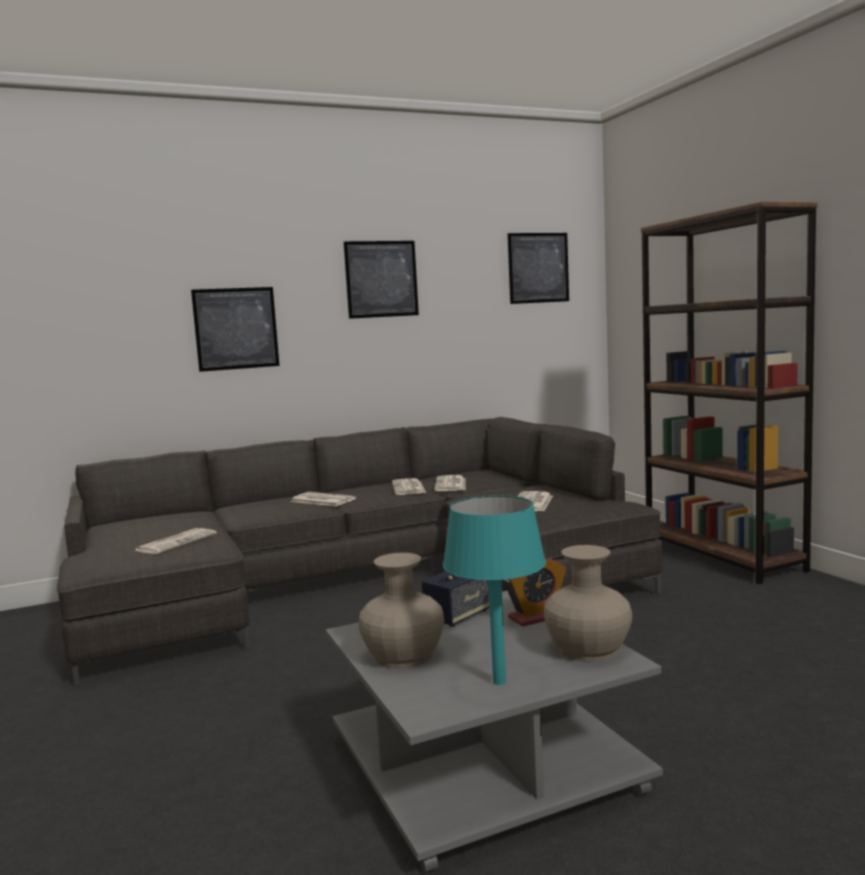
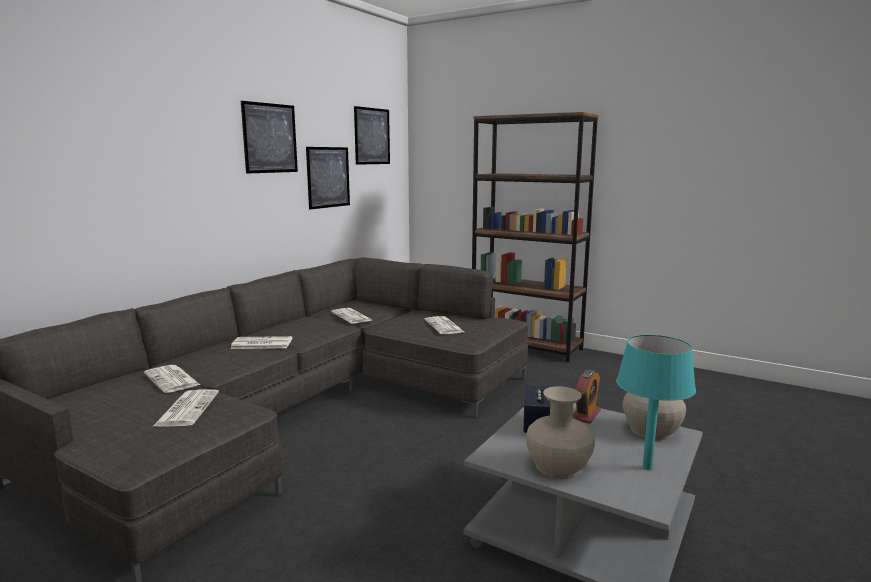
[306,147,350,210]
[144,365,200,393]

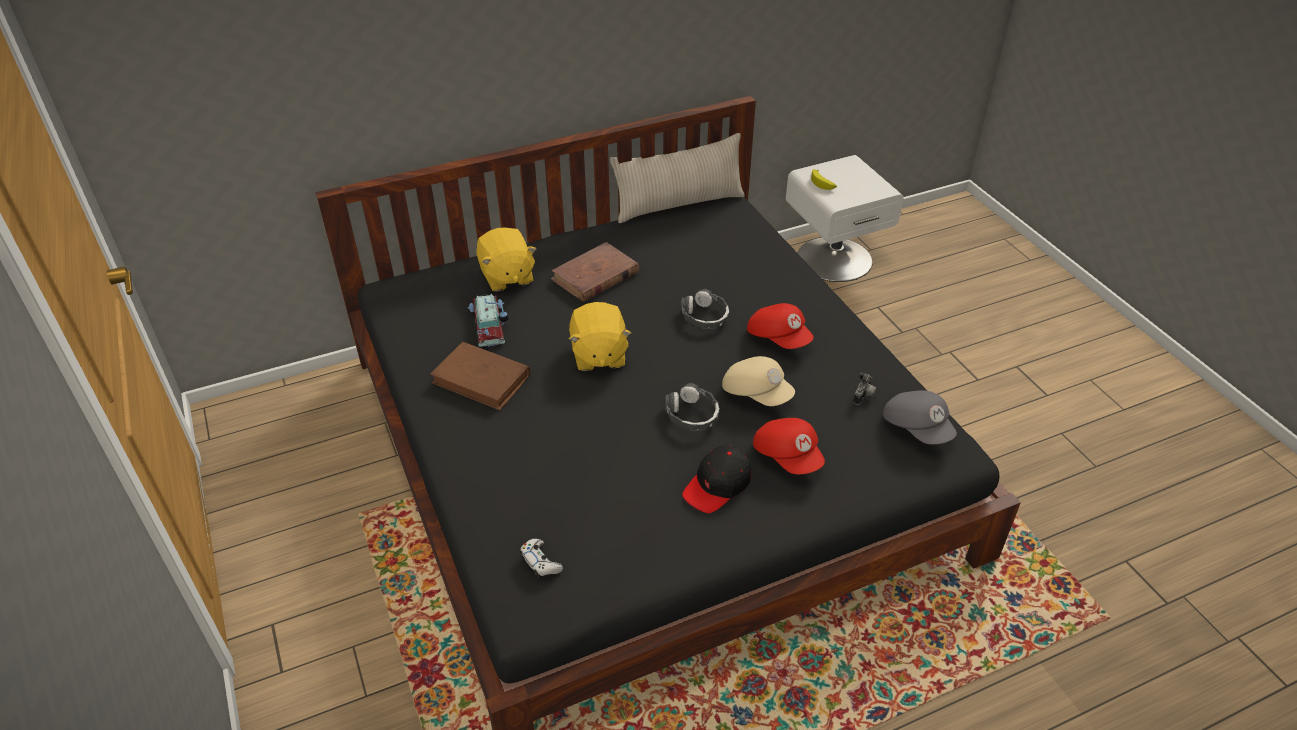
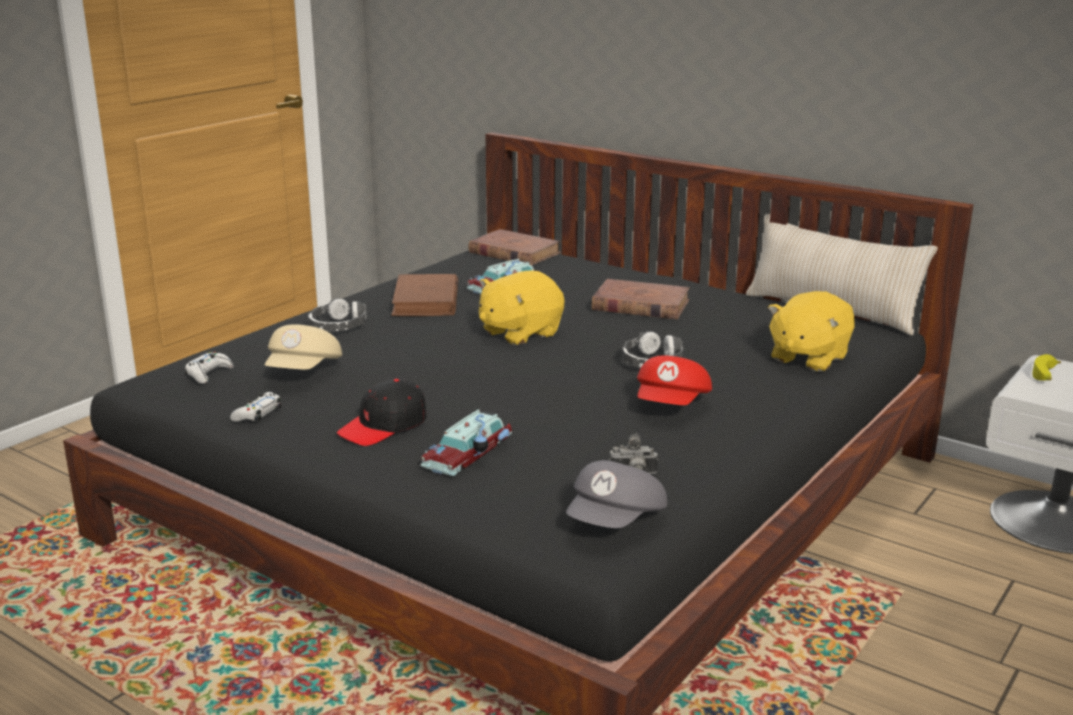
[230,392,281,422]
[468,229,561,266]
[768,291,854,372]
[308,298,367,332]
[264,324,342,370]
[421,409,512,476]
[337,378,427,446]

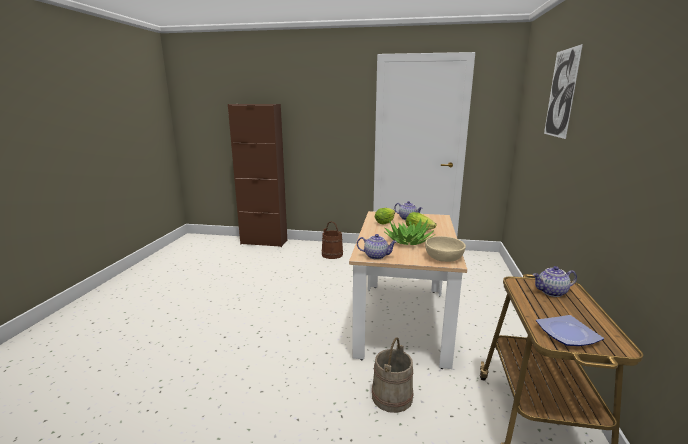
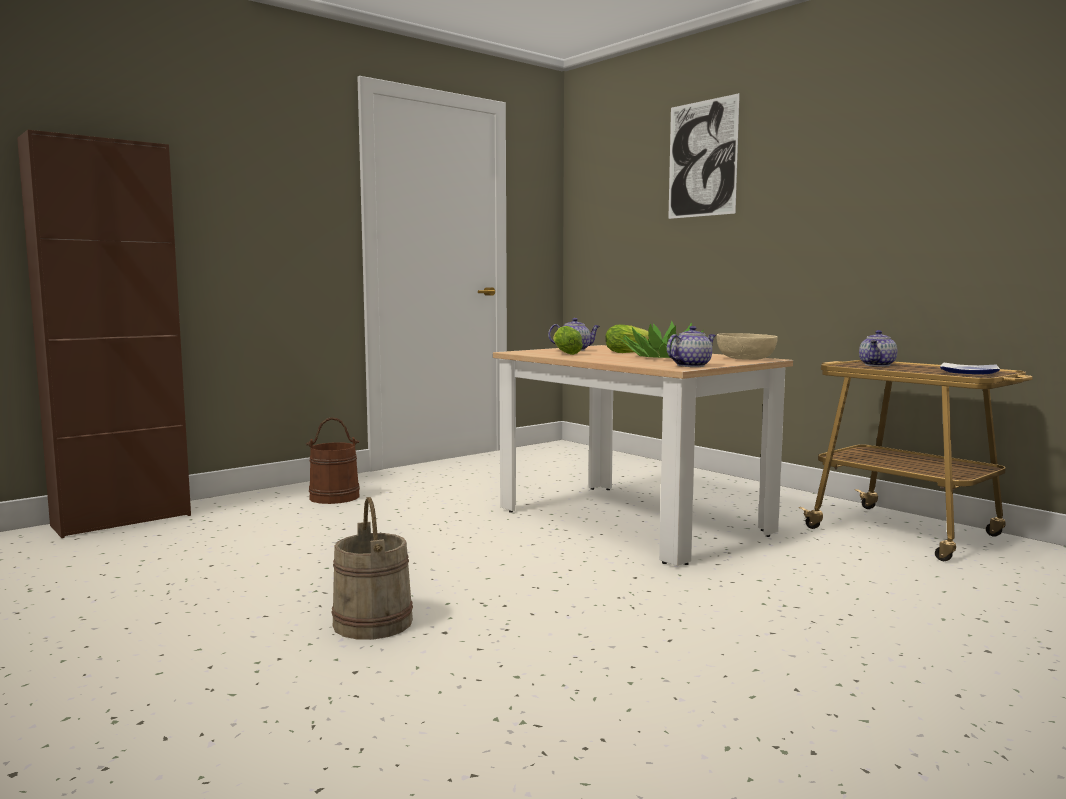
[331,497,413,640]

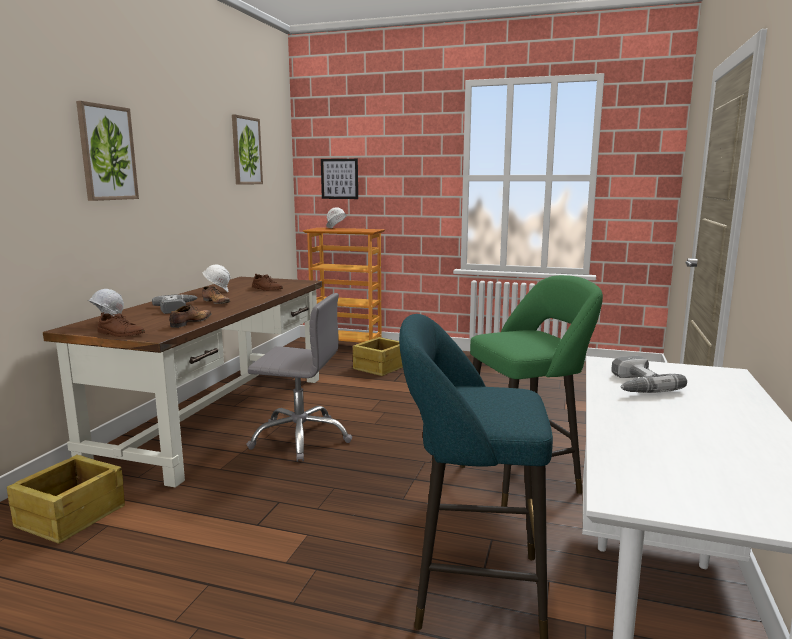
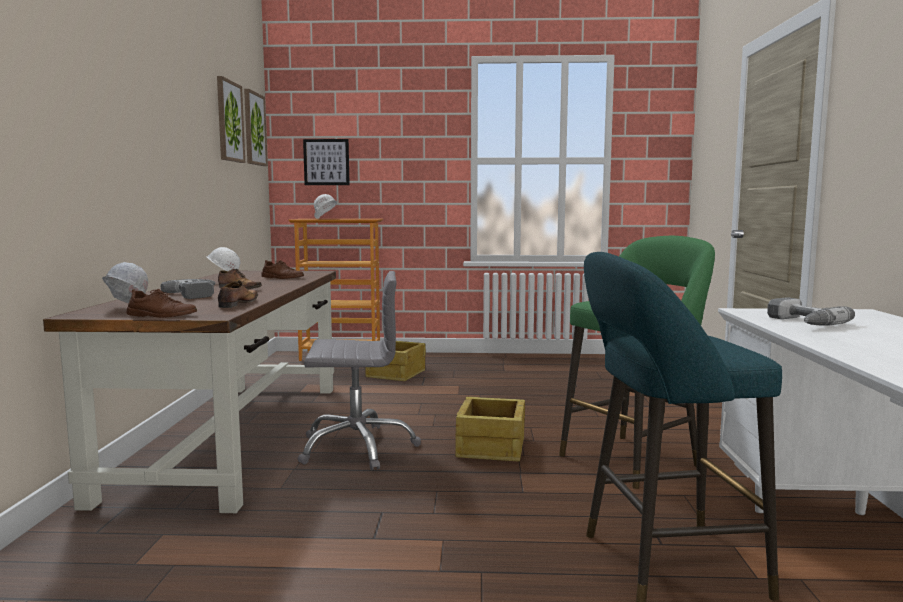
[455,396,525,462]
[244,89,268,166]

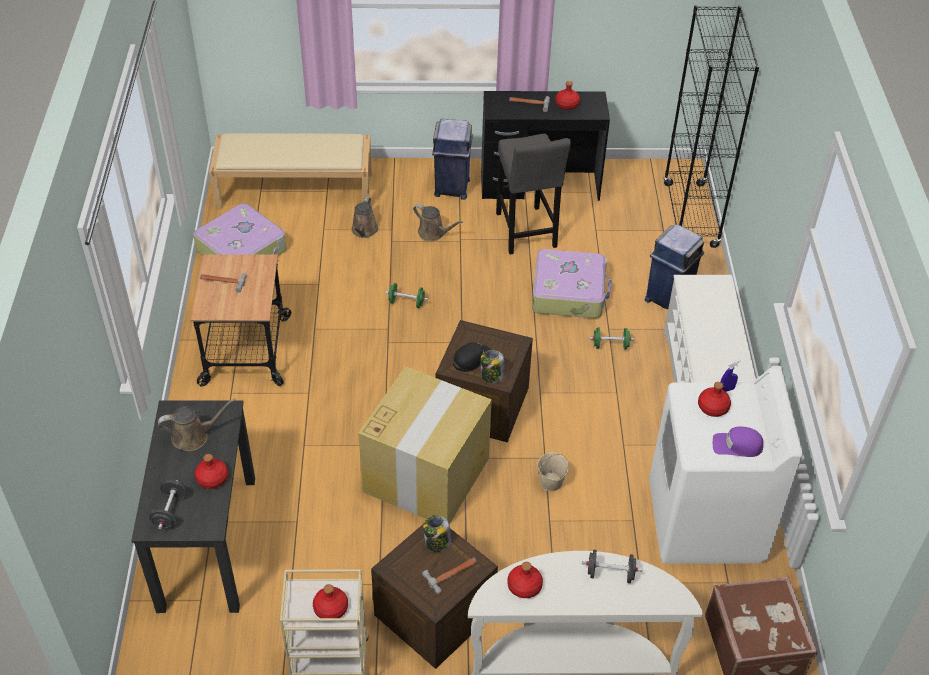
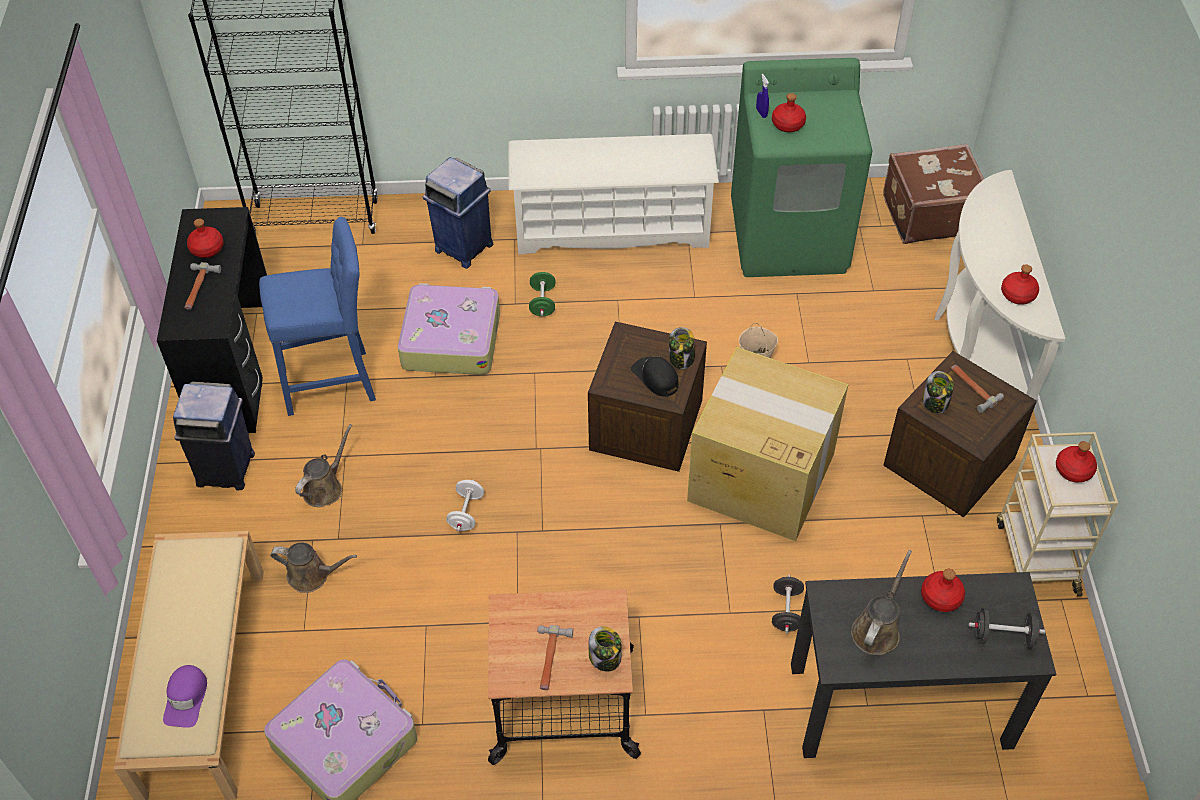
[589,626,622,672]
[772,575,804,633]
[163,665,207,728]
[446,479,484,532]
[259,217,376,416]
[731,58,872,277]
[851,550,912,655]

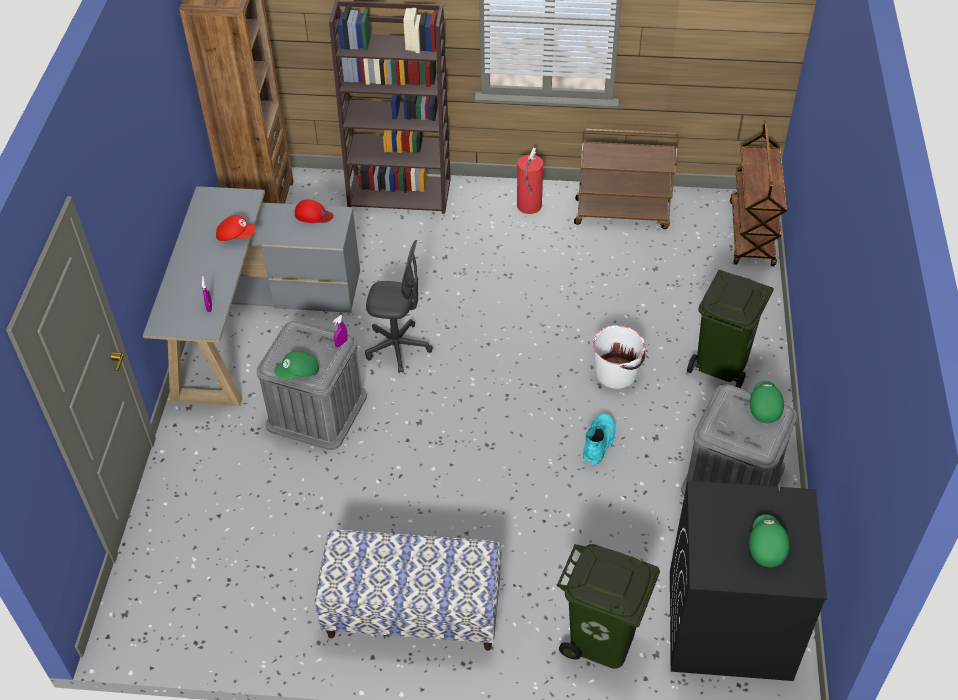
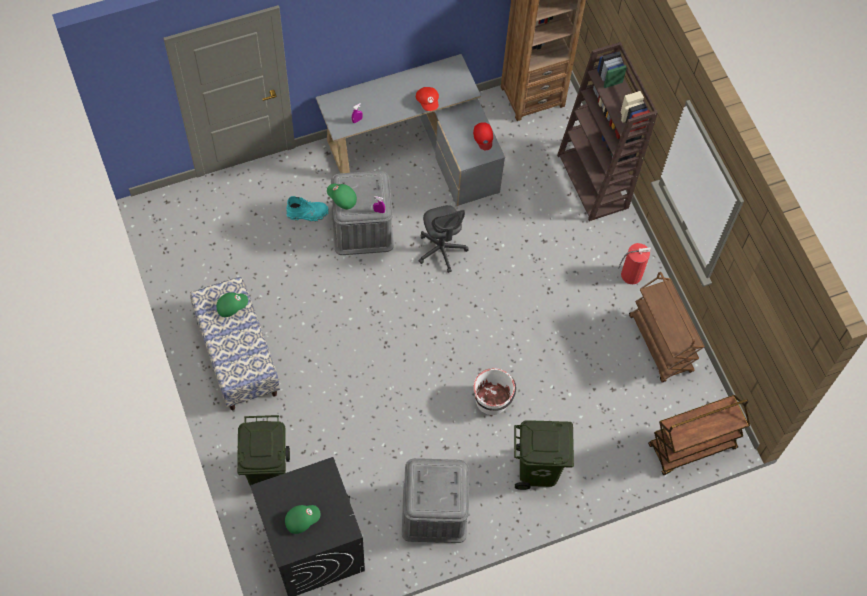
[286,196,329,222]
[216,292,248,317]

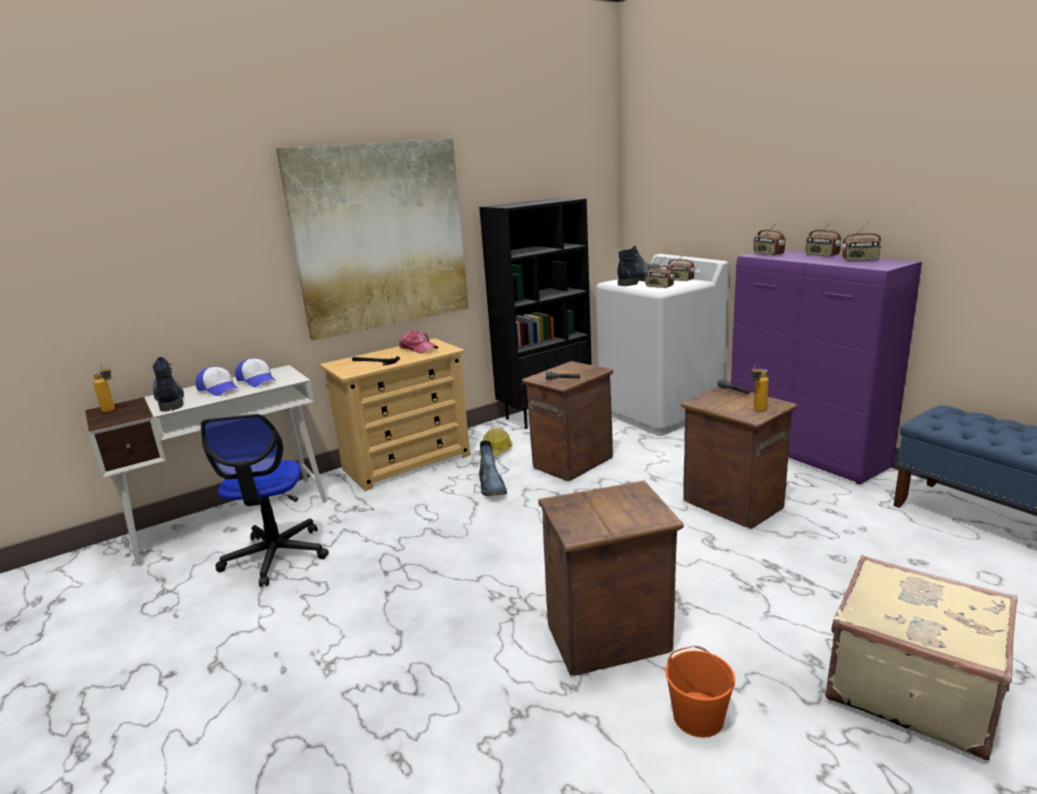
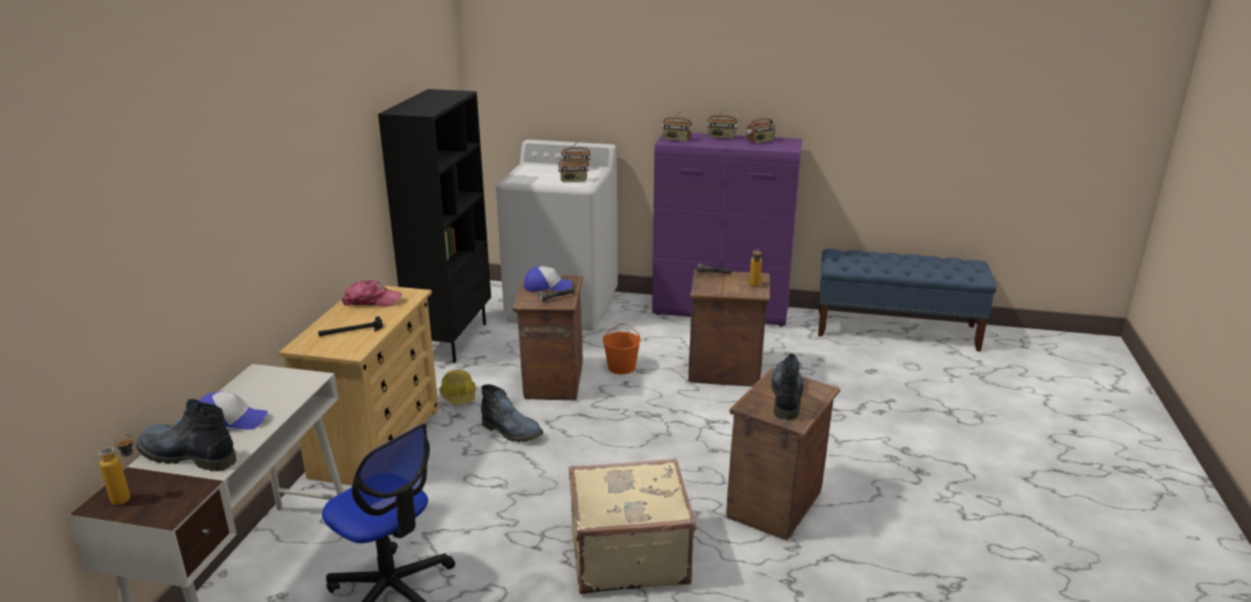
[276,139,469,340] (first image)
[524,266,573,292]
[771,354,803,420]
[603,323,641,374]
[569,458,696,595]

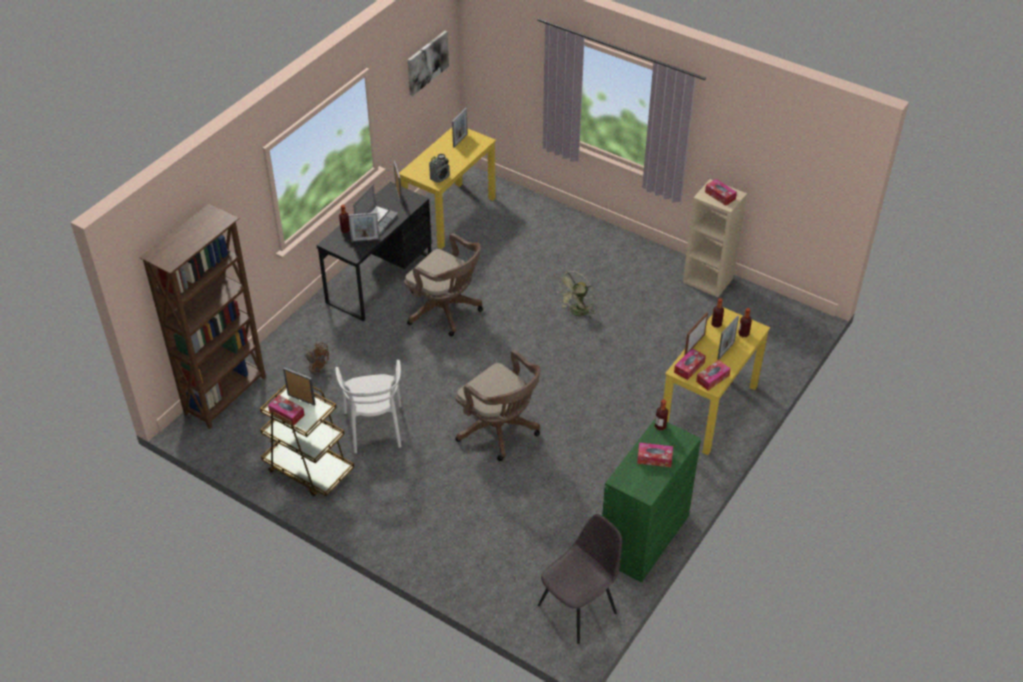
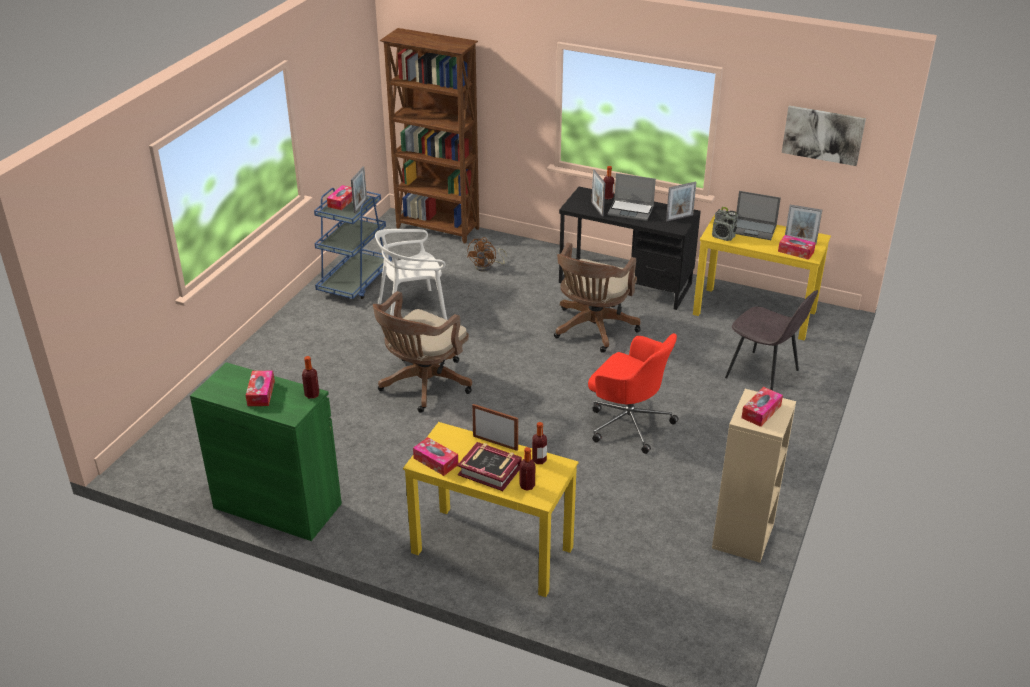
[736,191,781,240]
[725,290,818,391]
[778,235,816,260]
[588,333,678,454]
[457,442,522,491]
[314,188,392,299]

